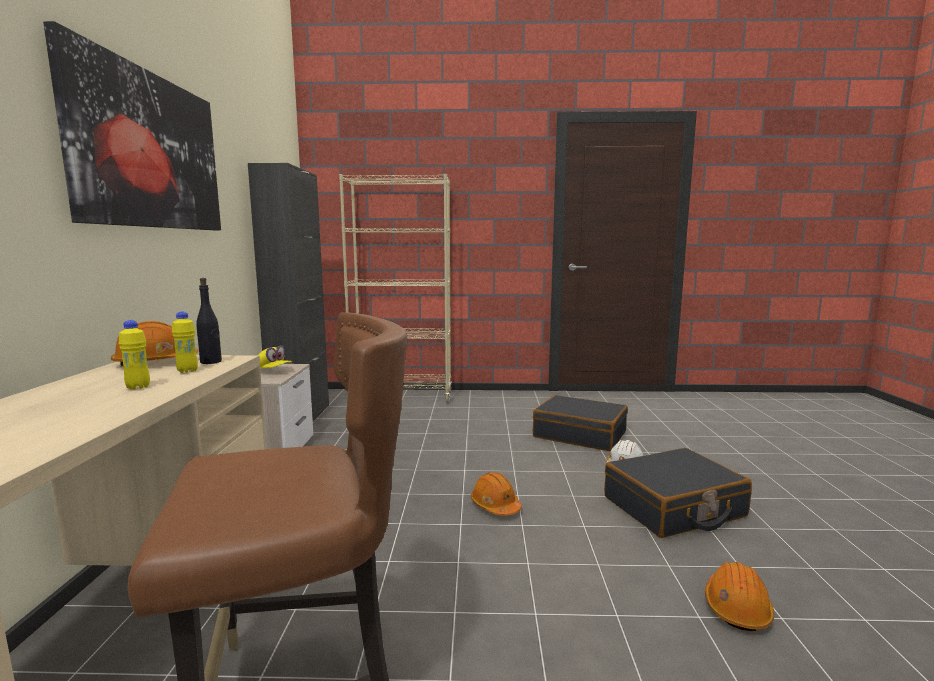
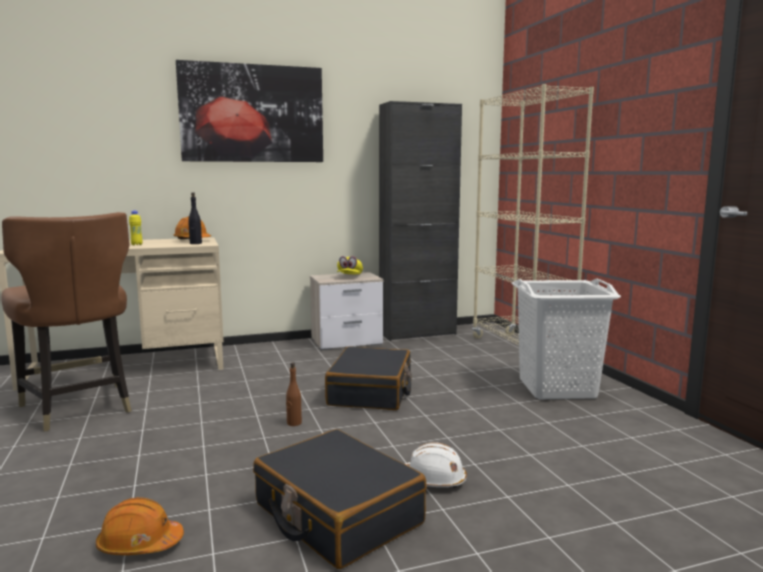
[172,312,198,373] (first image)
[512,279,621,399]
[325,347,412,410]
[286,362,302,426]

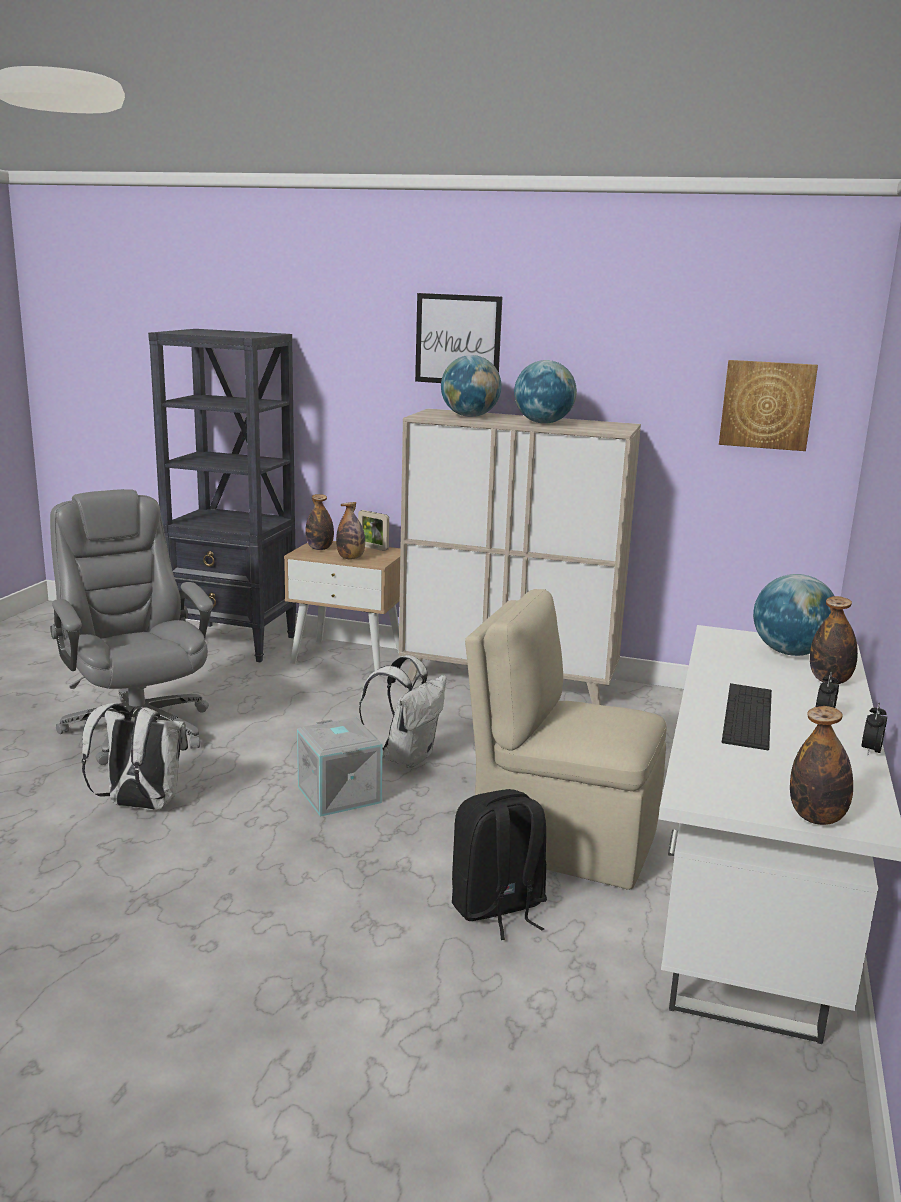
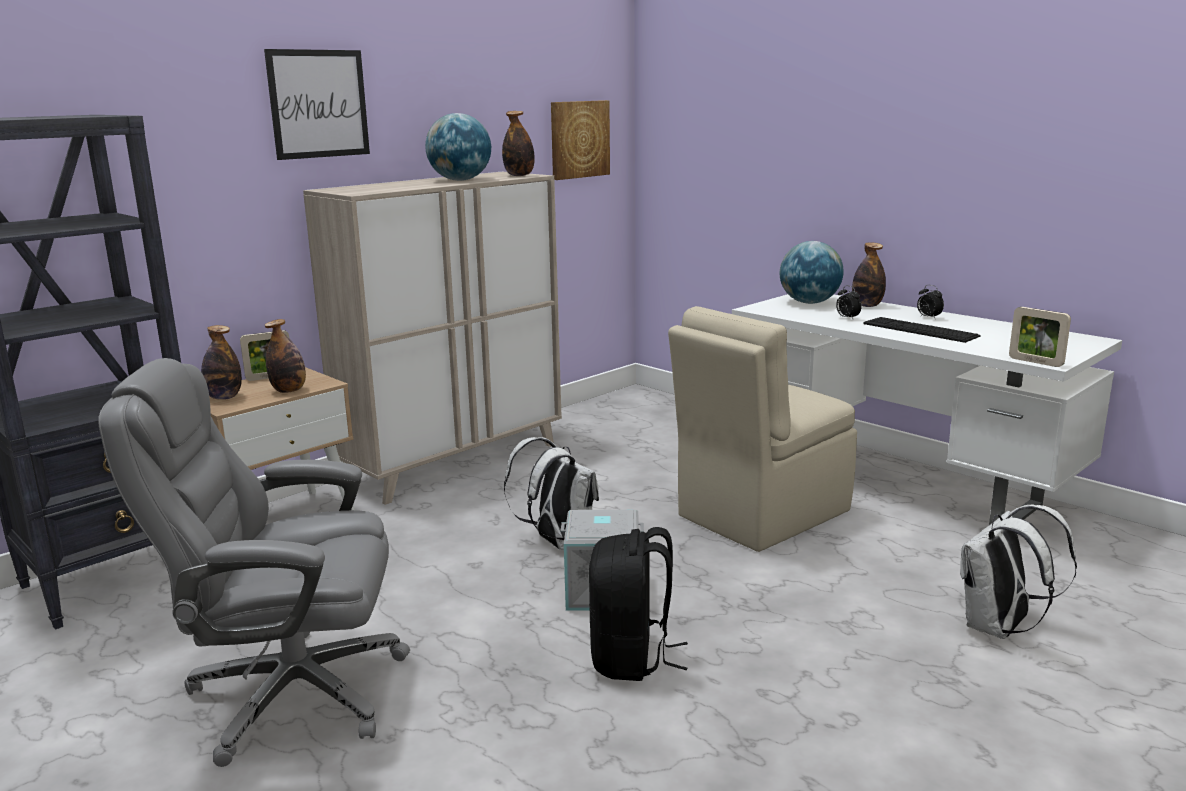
[441,355,502,417] (first image)
[1009,307,1071,367]
[960,505,1077,639]
[589,527,688,681]
[502,111,535,176]
[836,285,862,319]

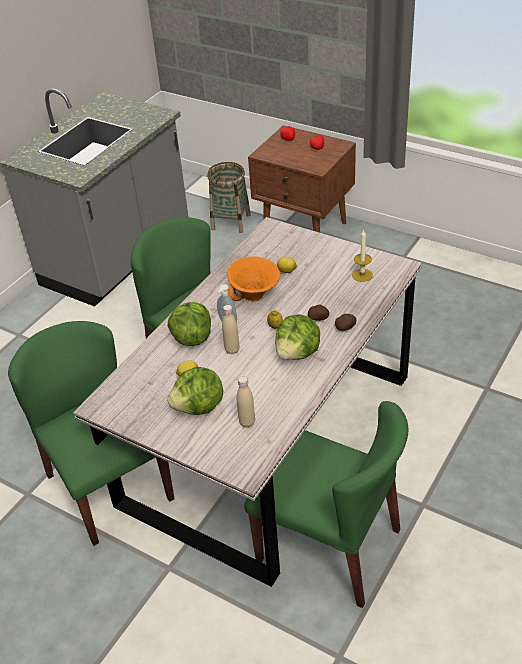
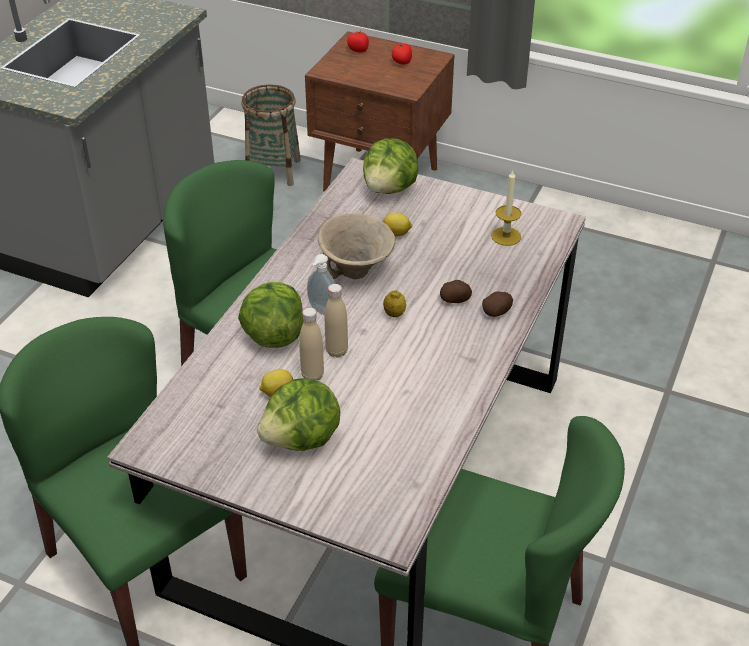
[299,307,324,380]
[363,138,419,194]
[318,213,396,279]

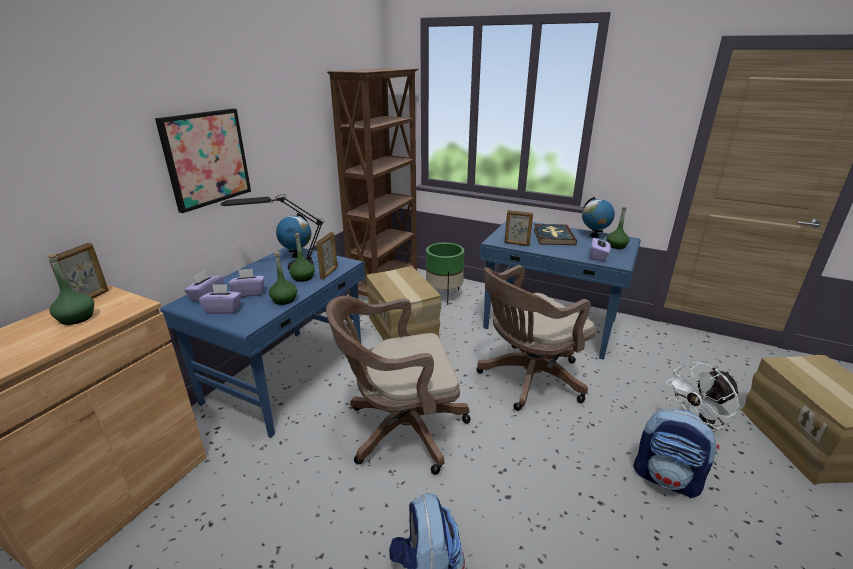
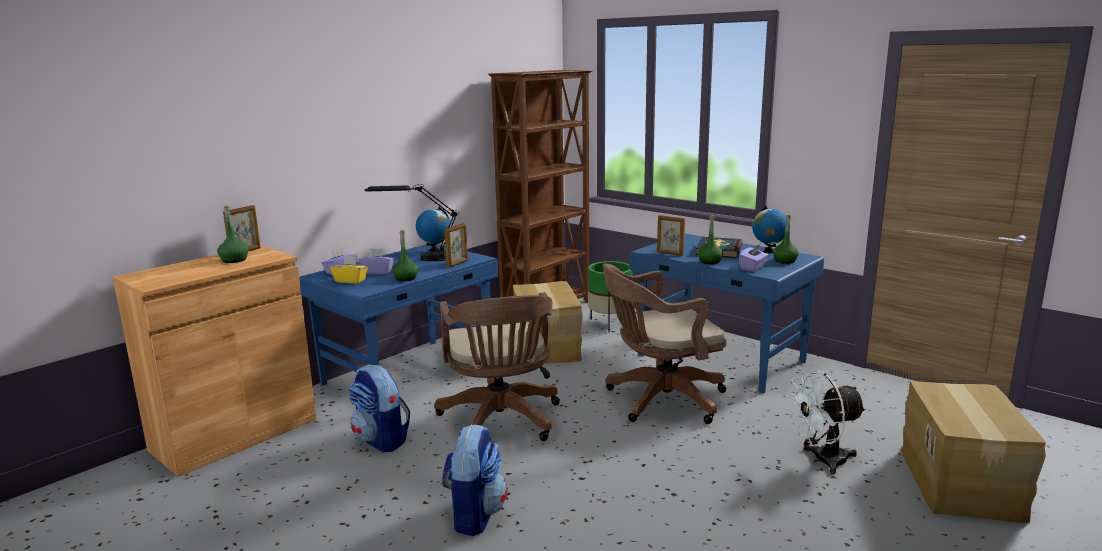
[155,109,251,213] (first image)
[698,215,723,264]
[348,364,410,453]
[330,256,368,284]
[434,292,560,441]

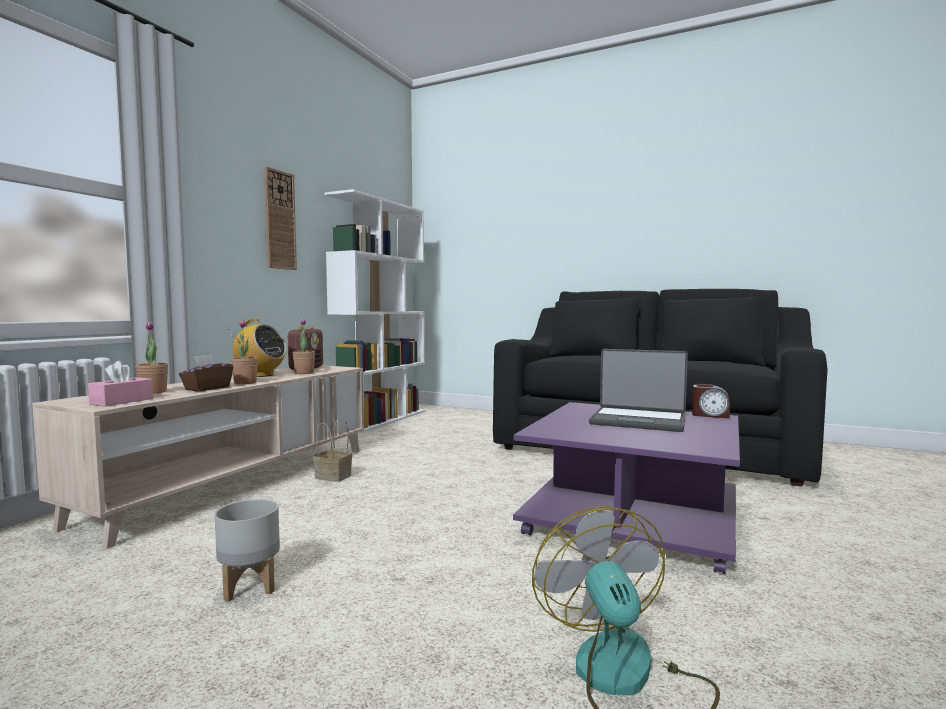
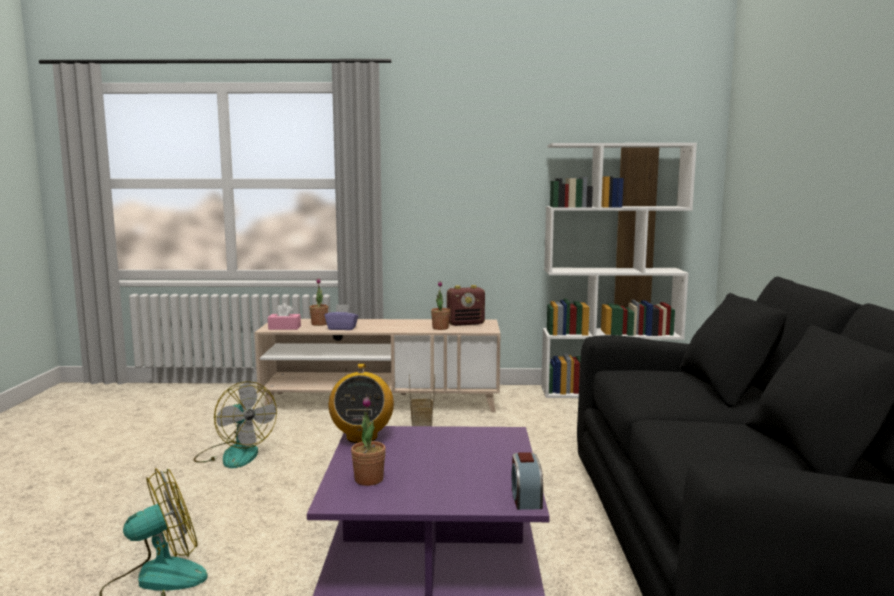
[264,167,297,270] (first image)
[589,349,688,432] (first image)
[329,364,394,443]
[351,396,386,486]
[193,381,277,468]
[325,304,359,330]

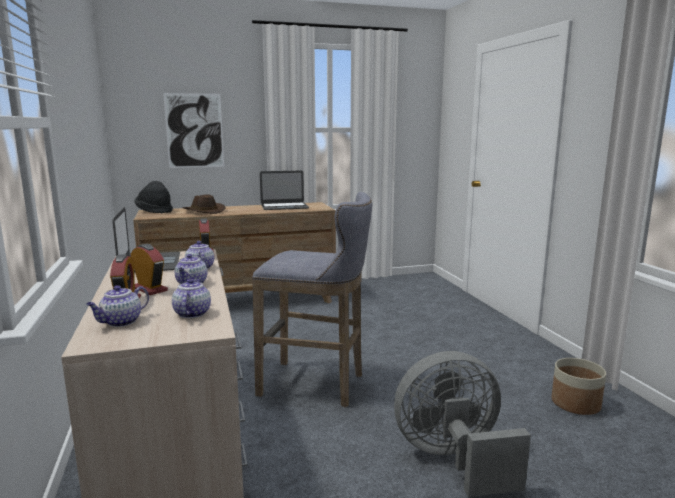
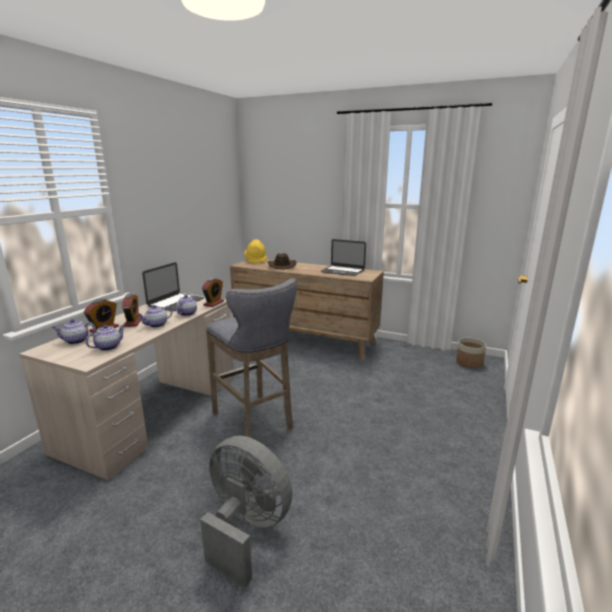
[163,93,224,168] (first image)
[456,338,486,368]
[244,239,267,264]

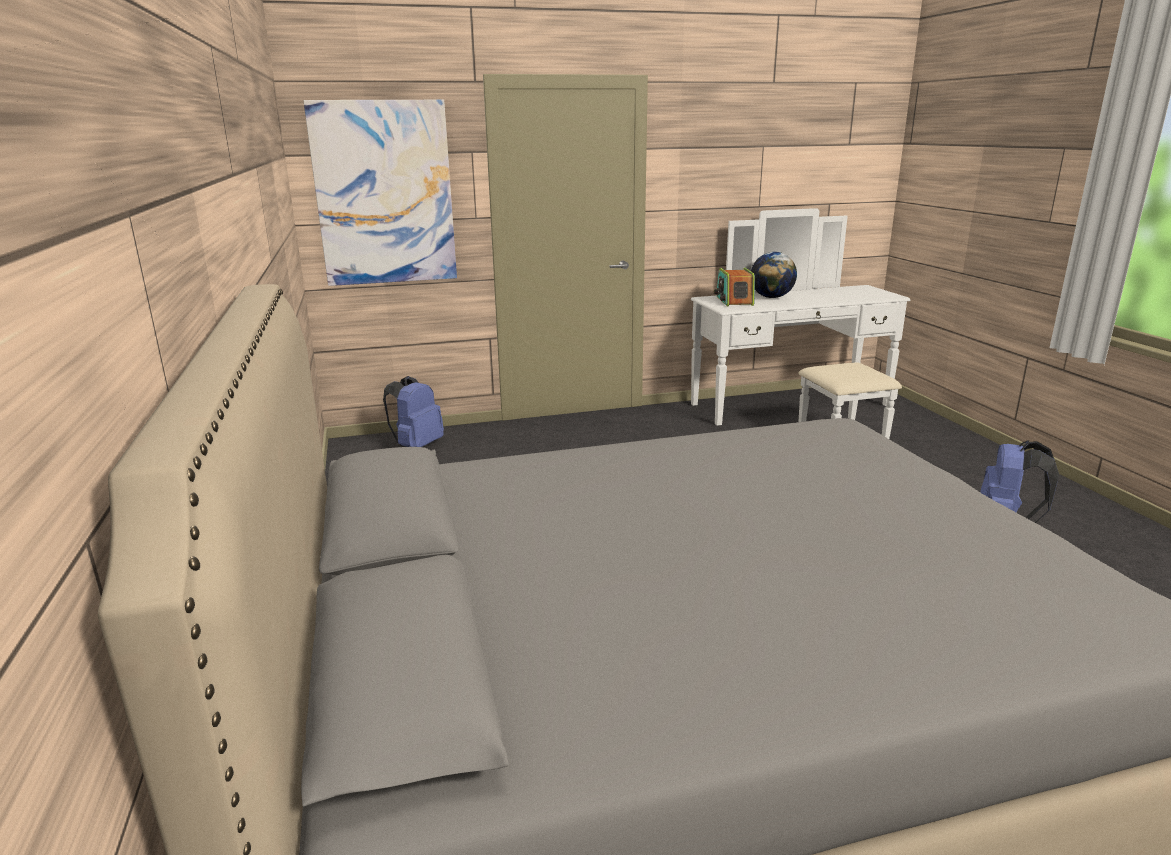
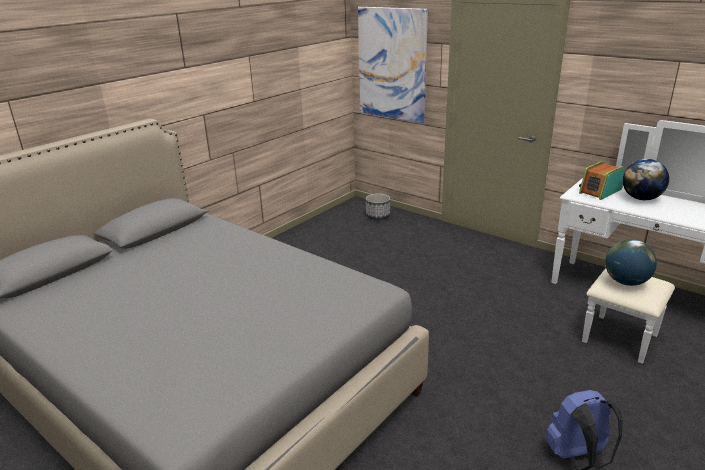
[605,239,657,286]
[366,194,390,220]

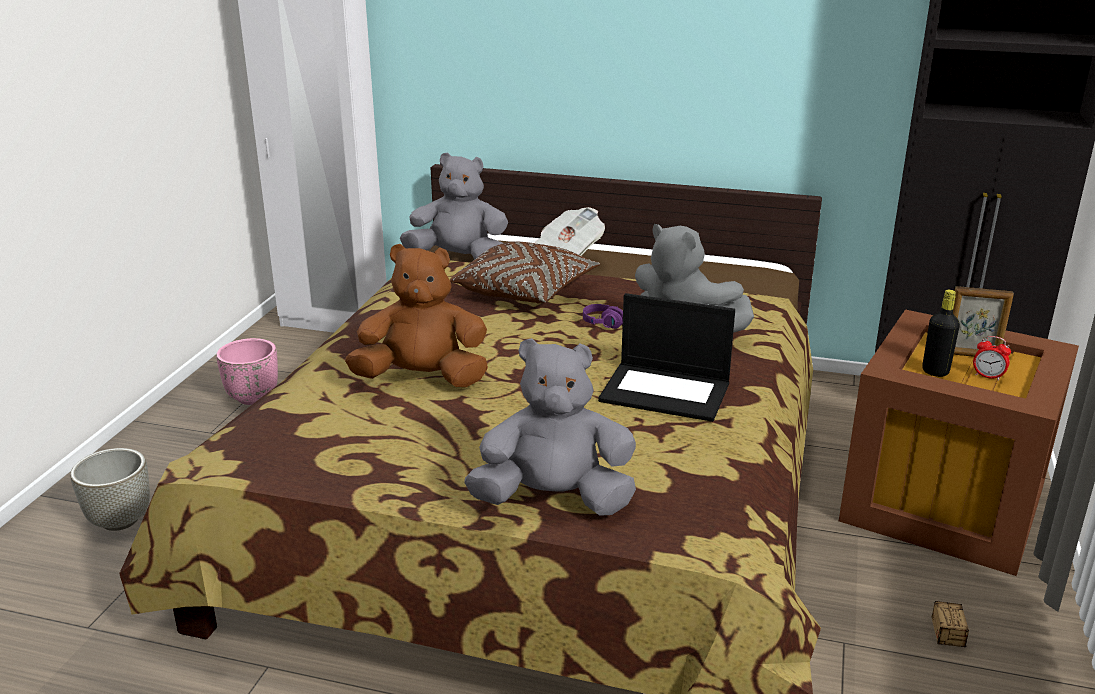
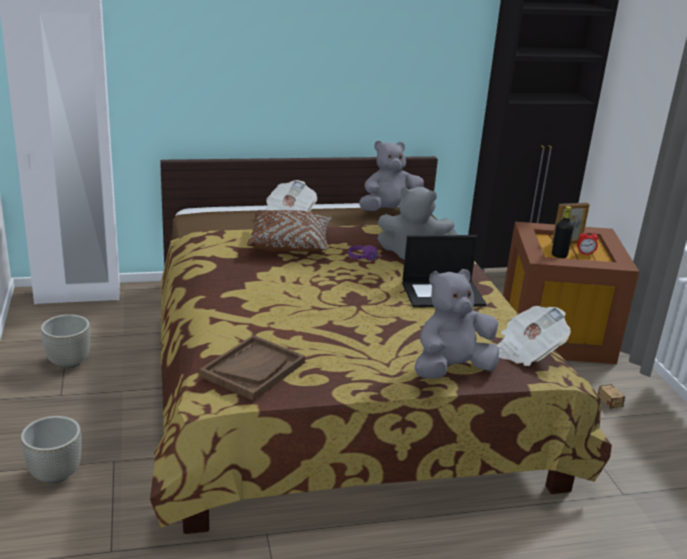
[345,244,488,387] (first image)
[200,335,305,401]
[497,306,571,366]
[359,140,424,211]
[41,314,90,369]

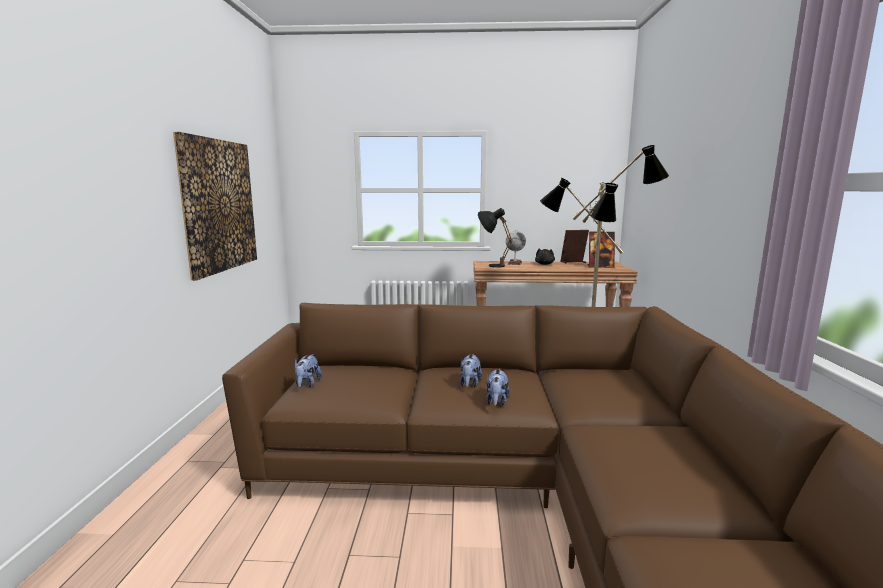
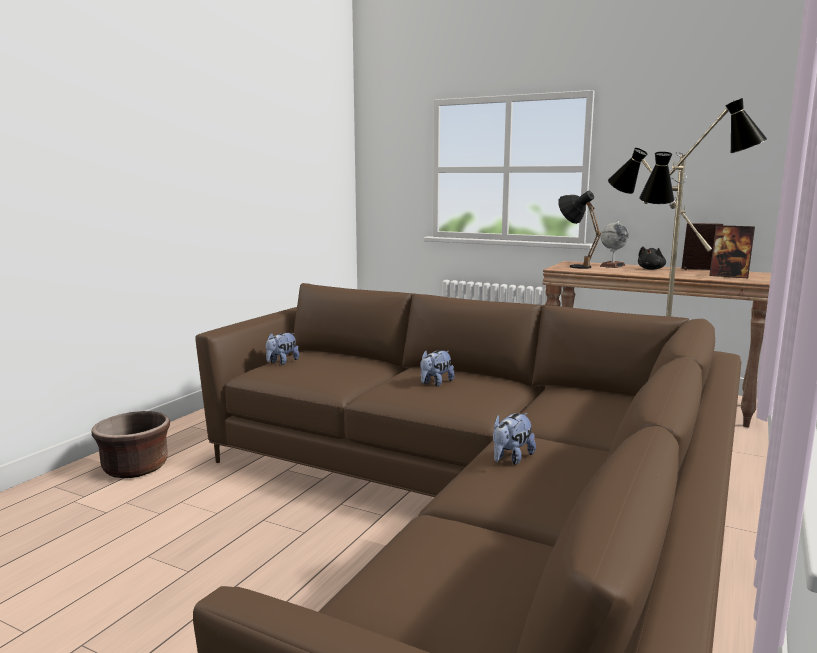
[173,132,257,281] (first image)
[92,411,170,478]
[493,413,536,465]

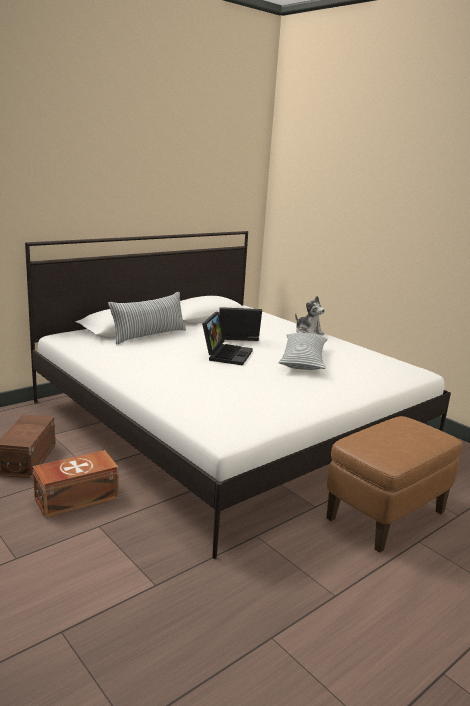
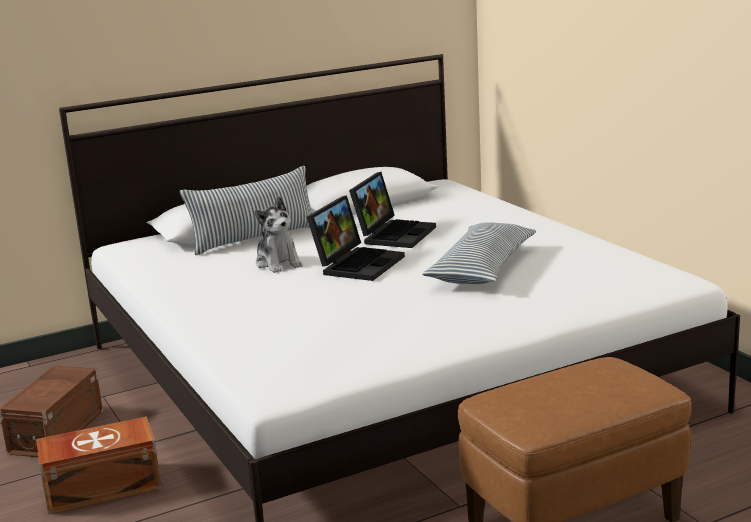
[254,197,303,273]
[349,172,436,248]

